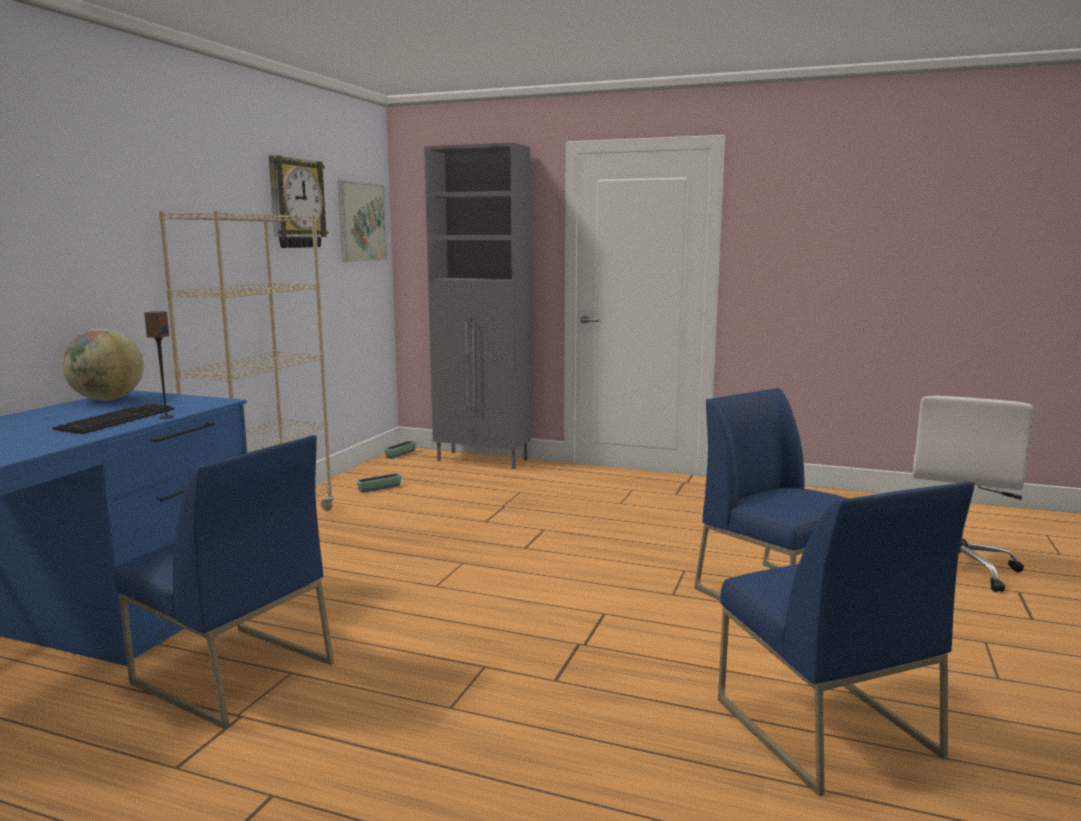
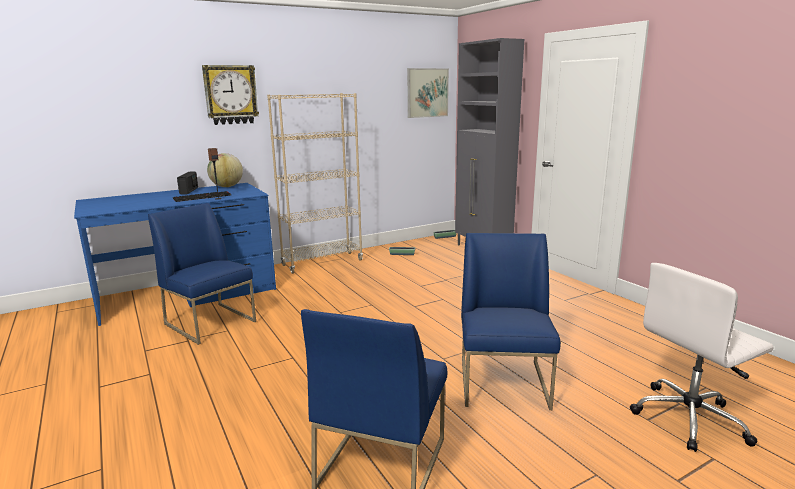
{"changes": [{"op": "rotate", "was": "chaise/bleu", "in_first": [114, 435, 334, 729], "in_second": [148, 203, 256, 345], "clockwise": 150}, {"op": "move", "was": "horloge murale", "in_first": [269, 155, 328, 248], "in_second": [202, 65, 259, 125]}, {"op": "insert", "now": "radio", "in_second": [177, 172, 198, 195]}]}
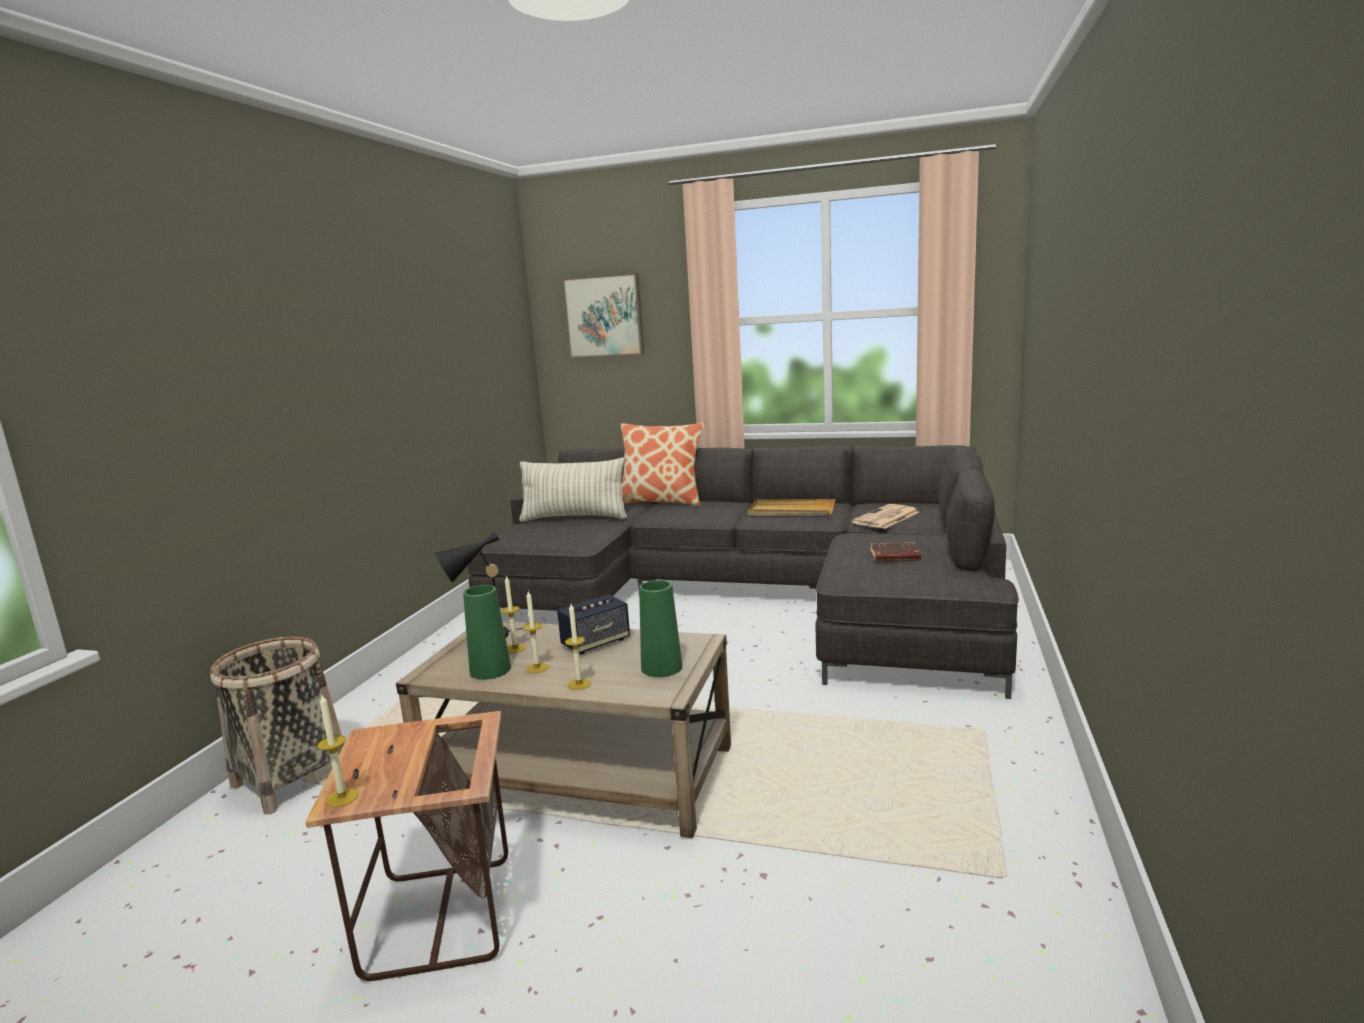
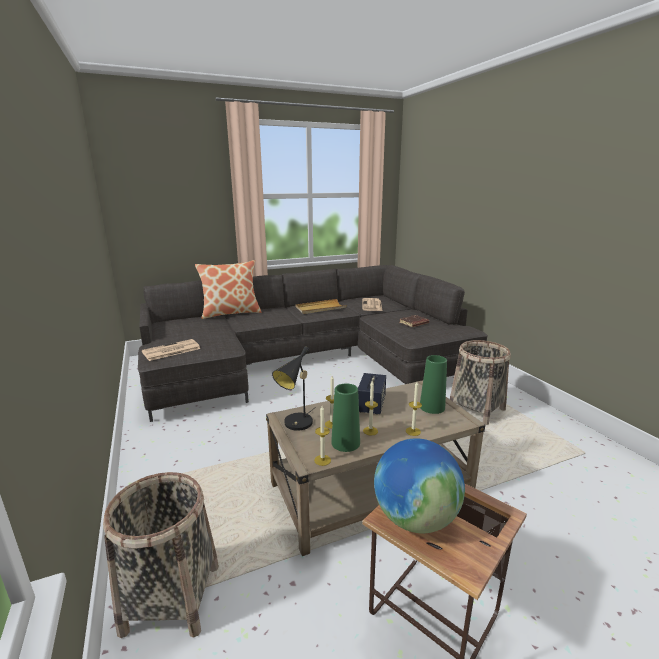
{"changes": [{"op": "move", "was": "bougie", "in_first": [317, 695, 359, 807], "in_second": [314, 406, 331, 466]}, {"op": "delete", "was": "coussin", "in_first": [519, 457, 627, 522]}, {"op": "delete", "was": "tableau", "in_first": [562, 273, 644, 358]}, {"op": "insert", "now": "journal", "in_second": [142, 339, 201, 361]}, {"op": "insert", "now": "globe", "in_second": [374, 438, 465, 533]}, {"op": "insert", "now": "panier", "in_second": [450, 340, 511, 425]}]}
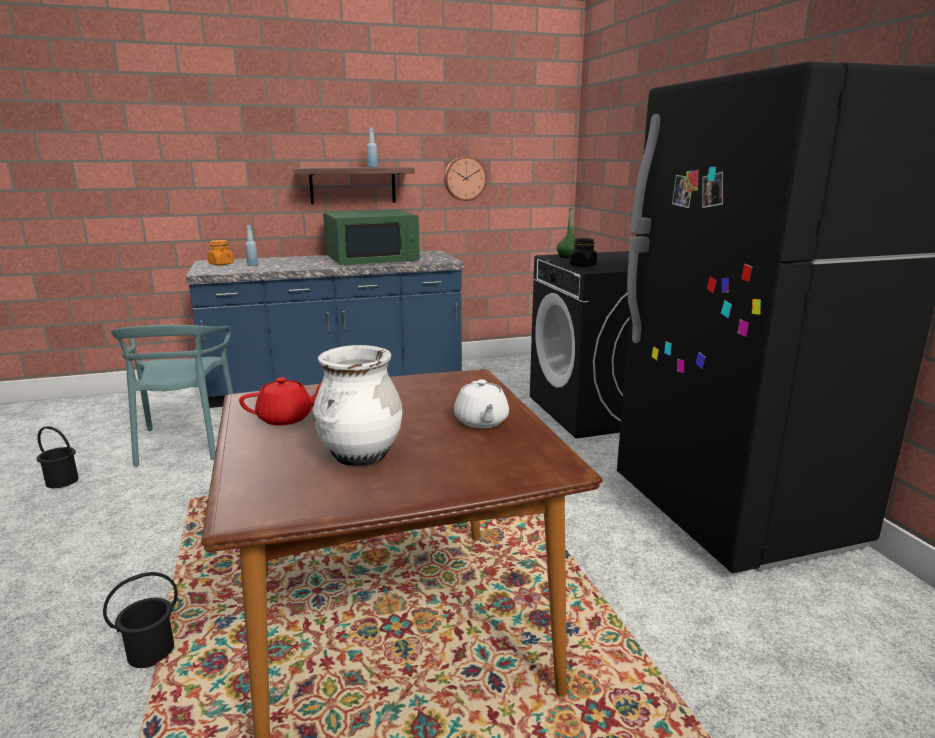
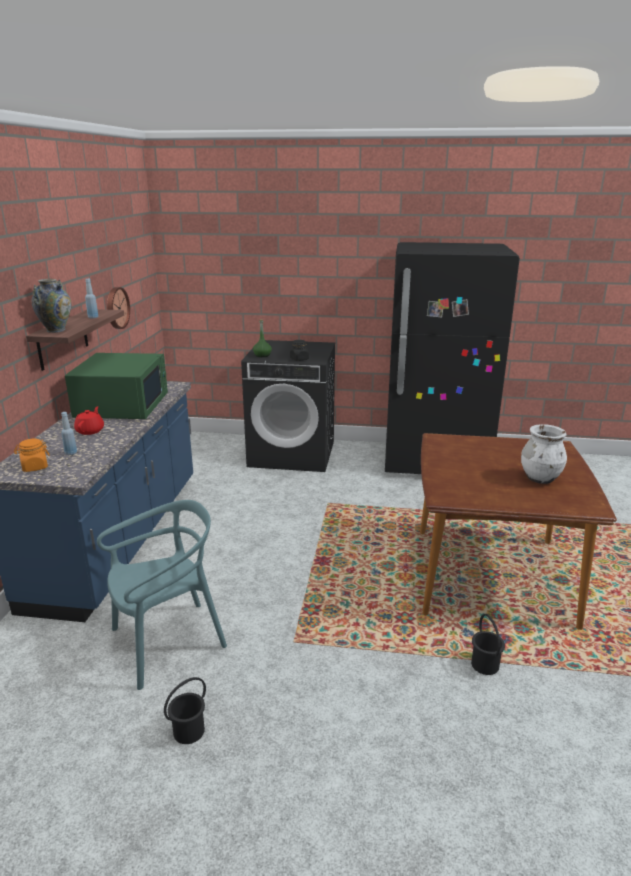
{"changes": [{"op": "rotate", "was": "chaise/turquoise", "in_first": [111, 325, 234, 467], "in_second": [97, 500, 227, 690], "clockwise": -45}, {"op": "move", "was": "théière/rouge", "in_first": [239, 377, 322, 426], "in_second": [74, 406, 104, 435]}, {"op": "delete", "was": "théière/blanc", "in_first": [454, 379, 509, 428]}, {"op": "insert", "now": "vase", "in_second": [32, 279, 71, 333]}]}
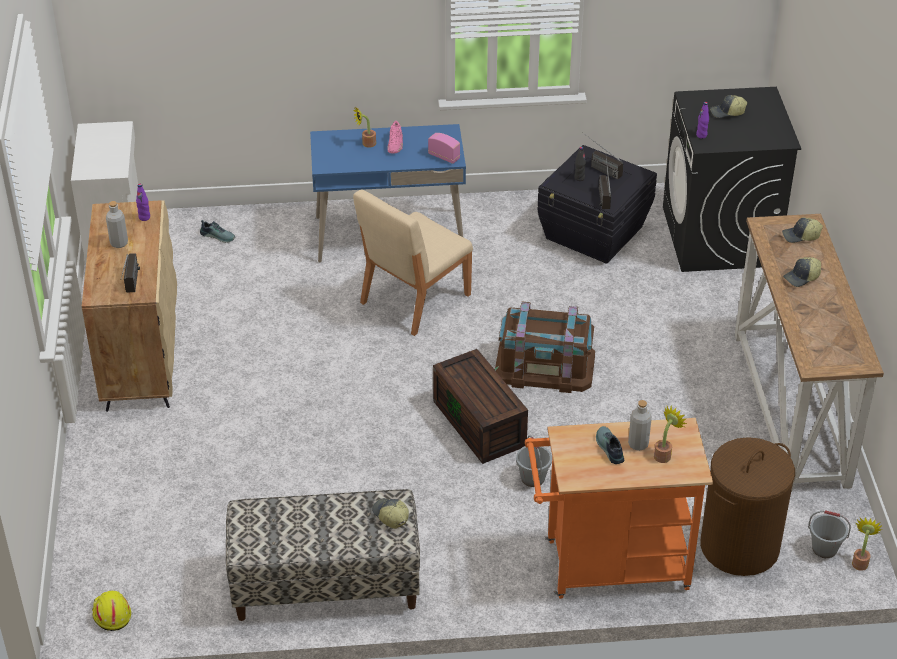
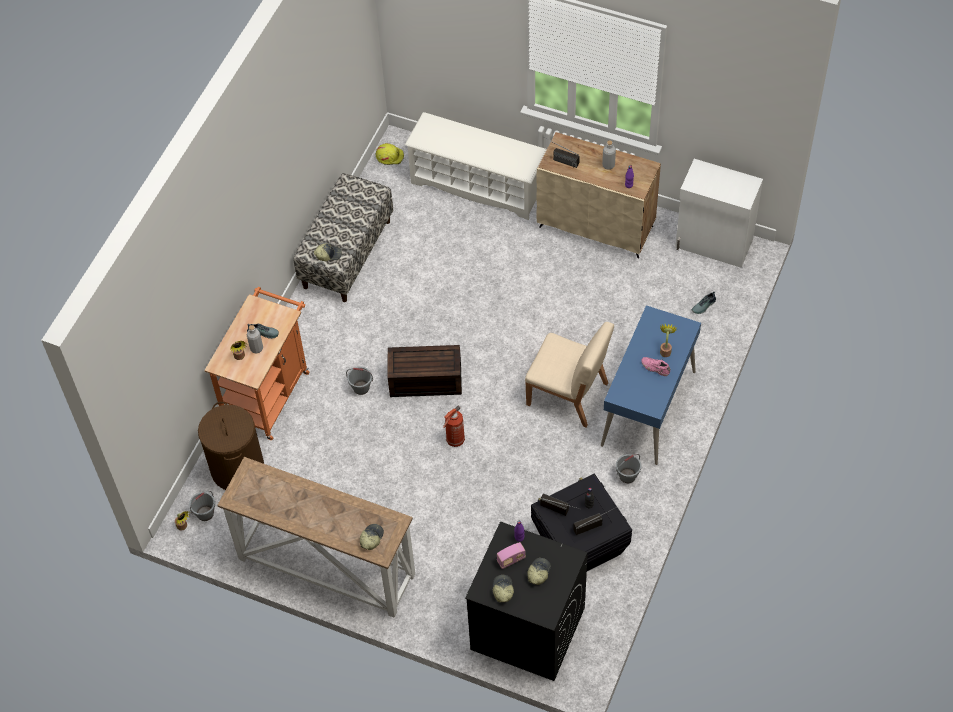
{"changes": [{"op": "rotate", "was": "chaise/beige", "in_first": [353, 189, 473, 336], "in_second": [525, 322, 614, 428], "clockwise": 135}, {"op": "move", "was": "radio", "in_first": [428, 133, 460, 164], "in_second": [497, 542, 526, 569]}, {"op": "replace", "was": "boîte de rangement/marron", "now": "extincteur", "in_first": [495, 302, 595, 393], "in_second": [443, 405, 465, 447]}, {"op": "move", "was": "casquette", "in_first": [783, 257, 821, 287], "in_second": [493, 575, 514, 602]}, {"op": "insert", "now": "étagère à chaussures/blanc", "in_second": [405, 112, 547, 220]}, {"op": "insert", "now": "seau/gris", "in_second": [616, 454, 641, 483]}]}
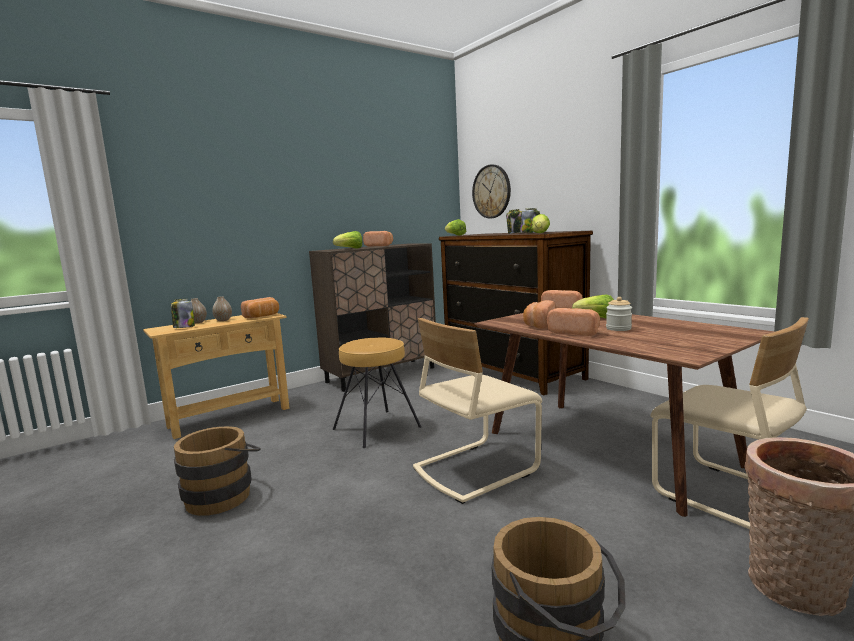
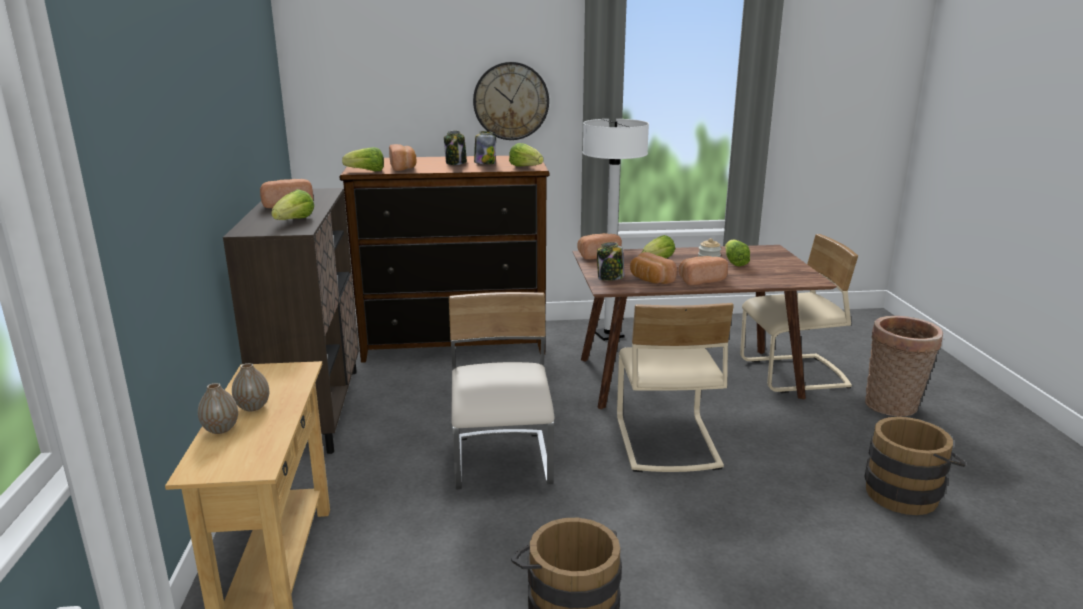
{"changes": [{"op": "move", "was": "bocal", "in_first": [171, 299, 195, 328], "in_second": [597, 242, 624, 281]}, {"op": "move", "was": "pain", "in_first": [241, 297, 279, 318], "in_second": [389, 144, 417, 171]}, {"op": "replace", "was": "tabouret/marron", "now": "chaise/beige", "in_first": [333, 337, 421, 448], "in_second": [449, 292, 555, 490]}, {"op": "move", "was": "horloge murale", "in_first": [472, 165, 511, 218], "in_second": [473, 62, 549, 140]}, {"op": "insert", "now": "lampadaire/blanc", "in_second": [582, 119, 649, 341]}, {"op": "insert", "now": "laitue", "in_second": [725, 239, 750, 266]}]}
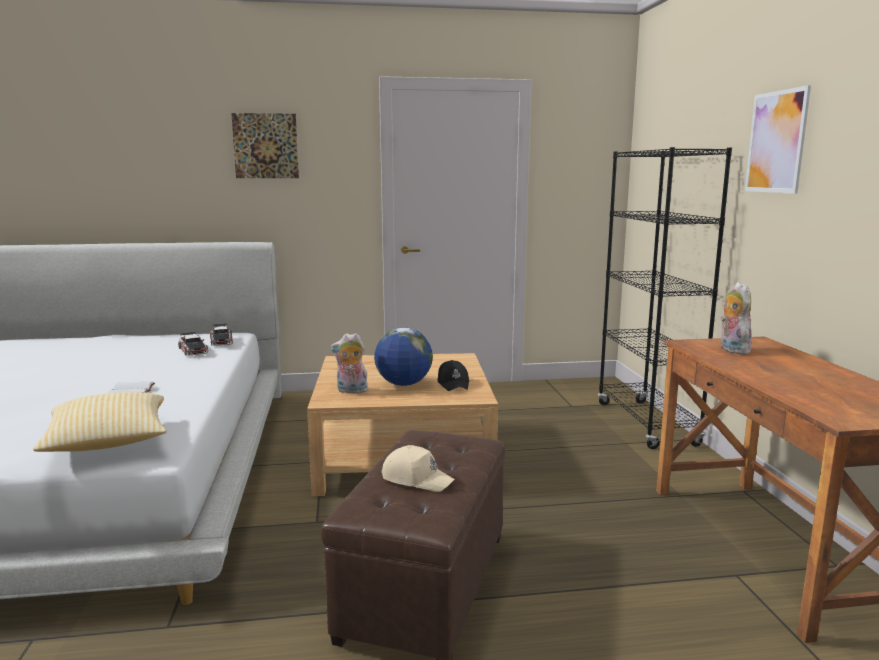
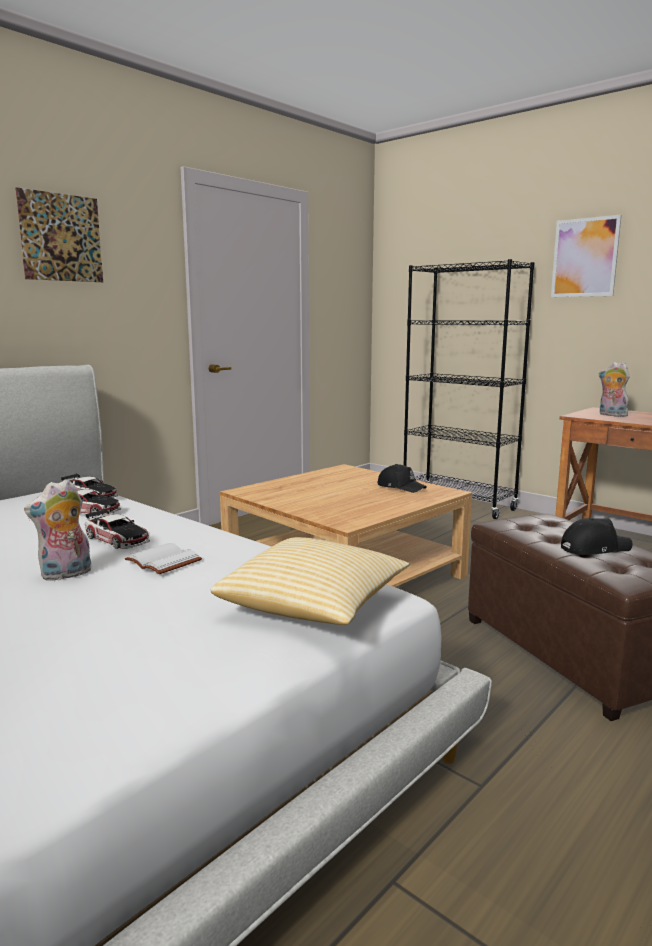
{"changes": [{"op": "move", "was": "peluche", "in_first": [330, 333, 368, 393], "in_second": [24, 479, 91, 581]}, {"op": "delete", "was": "globe", "in_first": [374, 327, 433, 386]}, {"op": "recolor", "was": "casquette/beige", "now": "casquette/noir", "in_first": [381, 445, 455, 492], "in_second": [561, 518, 633, 555]}, {"op": "insert", "now": "petite voiture", "in_second": [85, 509, 150, 549]}]}
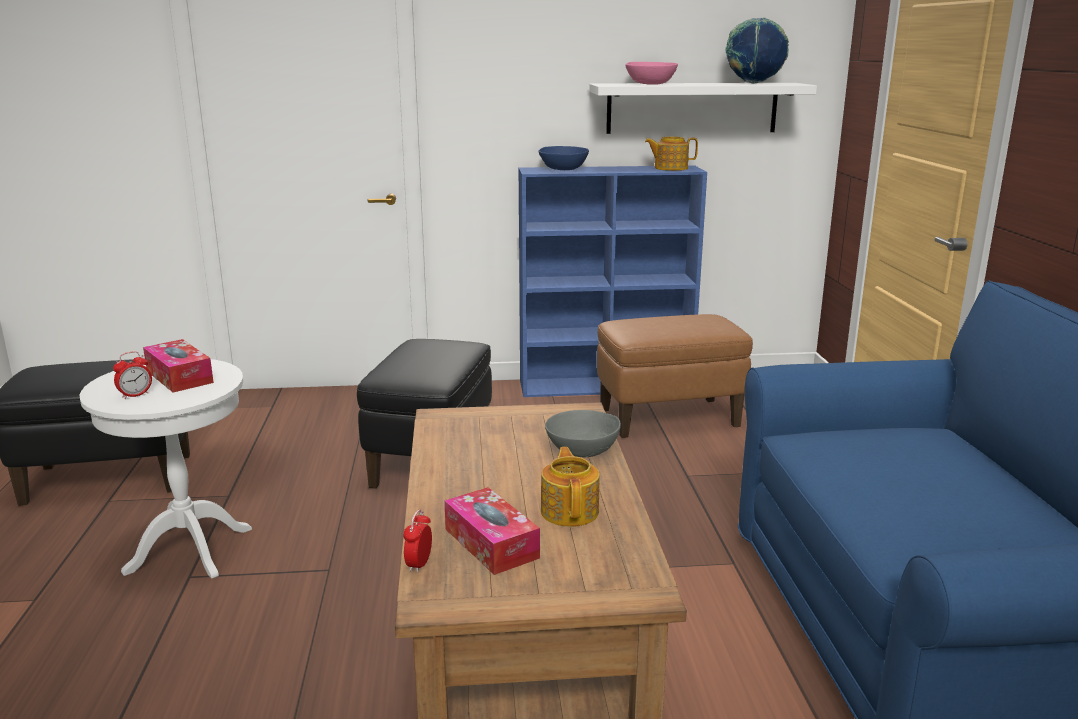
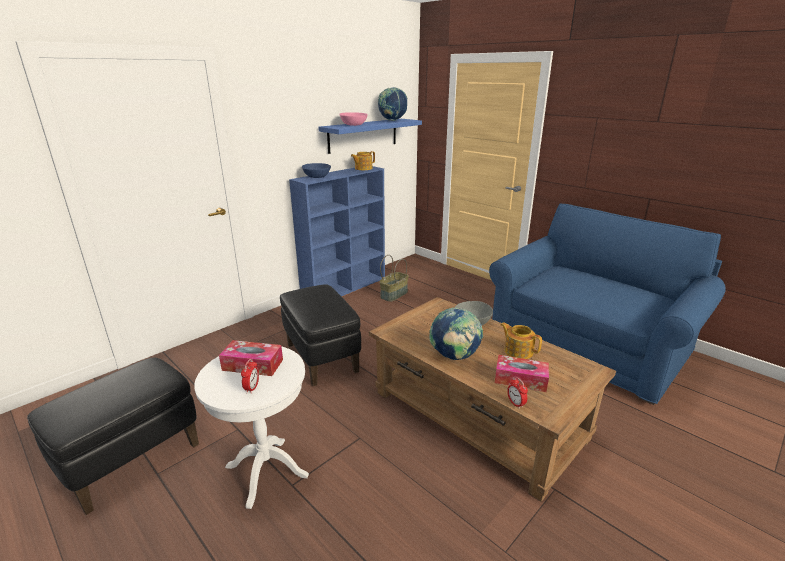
{"changes": [{"op": "recolor", "was": "étagère/blanc", "now": "étagère/bleu", "in_first": [589, 83, 817, 134], "in_second": [318, 119, 422, 154]}, {"op": "replace", "was": "pouf/marron", "now": "panier", "in_first": [597, 314, 753, 438], "in_second": [379, 255, 409, 302]}, {"op": "insert", "now": "globe", "in_second": [429, 307, 483, 360]}]}
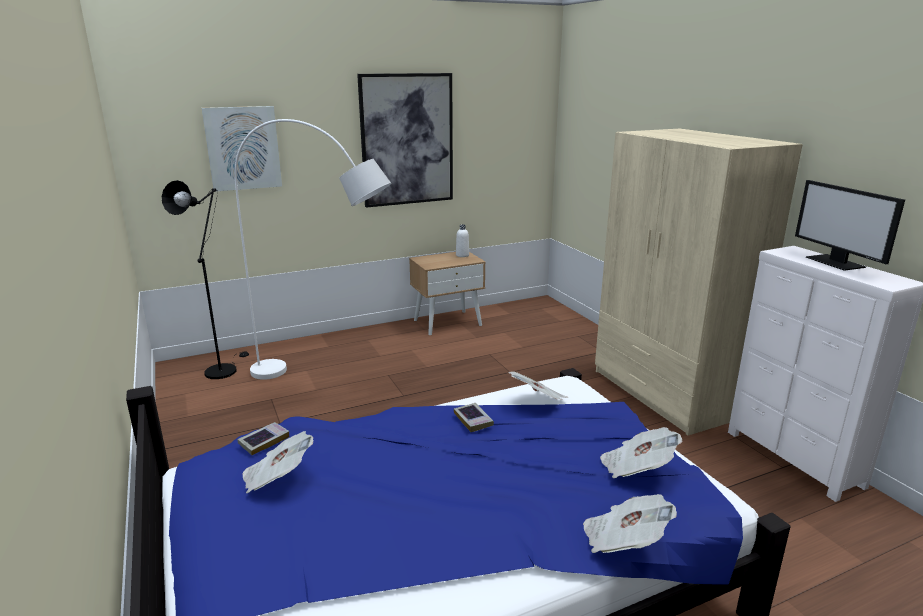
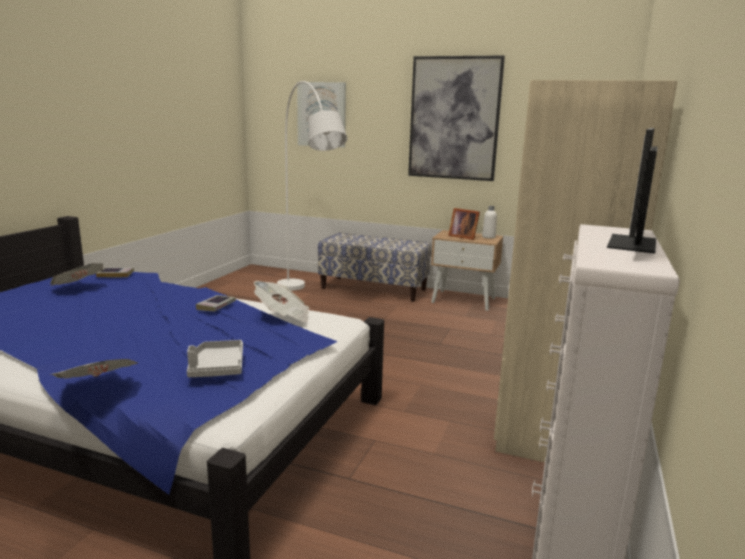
{"changes": [{"op": "delete", "was": "lampadaire/noir", "in_first": [162, 180, 249, 379]}, {"op": "replace", "was": "journal", "now": "plateau/gris", "in_first": [600, 427, 682, 478], "in_second": [187, 340, 243, 377]}, {"op": "insert", "now": "banc", "in_second": [318, 233, 431, 302]}, {"op": "insert", "now": "cadre photo", "in_second": [448, 208, 480, 240]}]}
